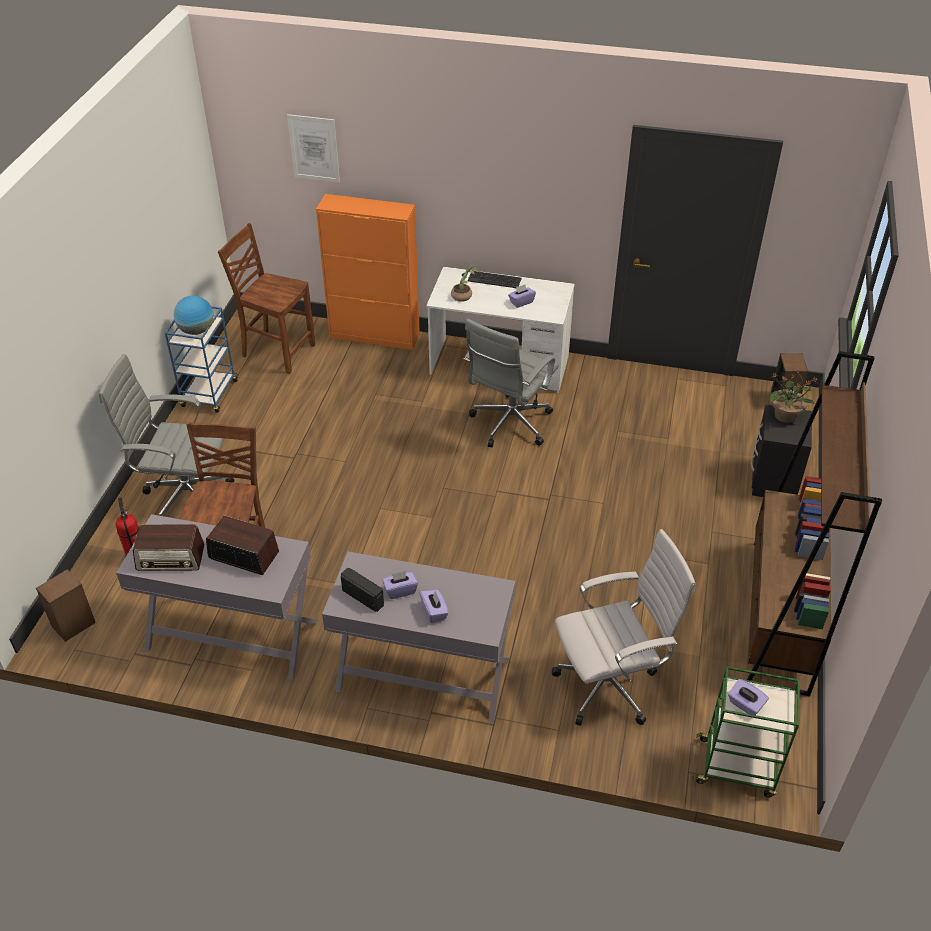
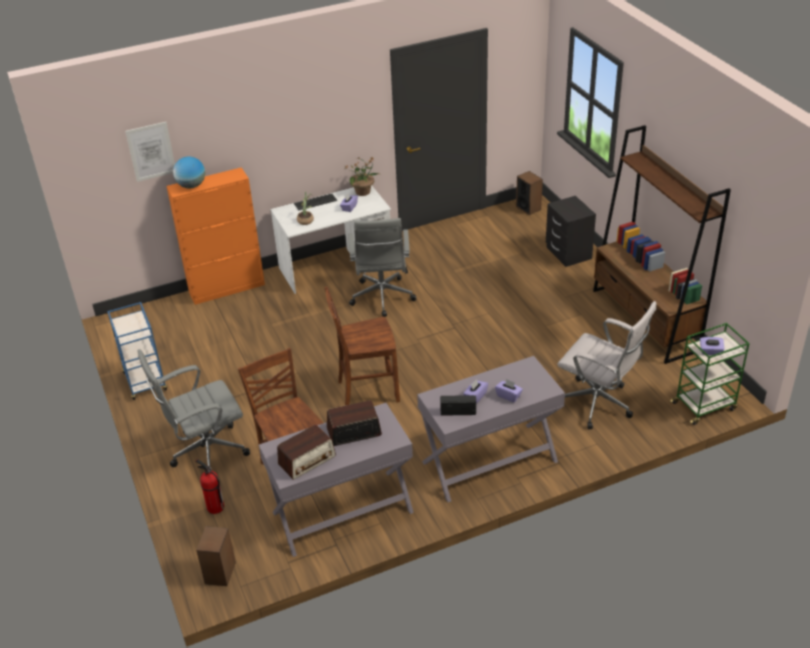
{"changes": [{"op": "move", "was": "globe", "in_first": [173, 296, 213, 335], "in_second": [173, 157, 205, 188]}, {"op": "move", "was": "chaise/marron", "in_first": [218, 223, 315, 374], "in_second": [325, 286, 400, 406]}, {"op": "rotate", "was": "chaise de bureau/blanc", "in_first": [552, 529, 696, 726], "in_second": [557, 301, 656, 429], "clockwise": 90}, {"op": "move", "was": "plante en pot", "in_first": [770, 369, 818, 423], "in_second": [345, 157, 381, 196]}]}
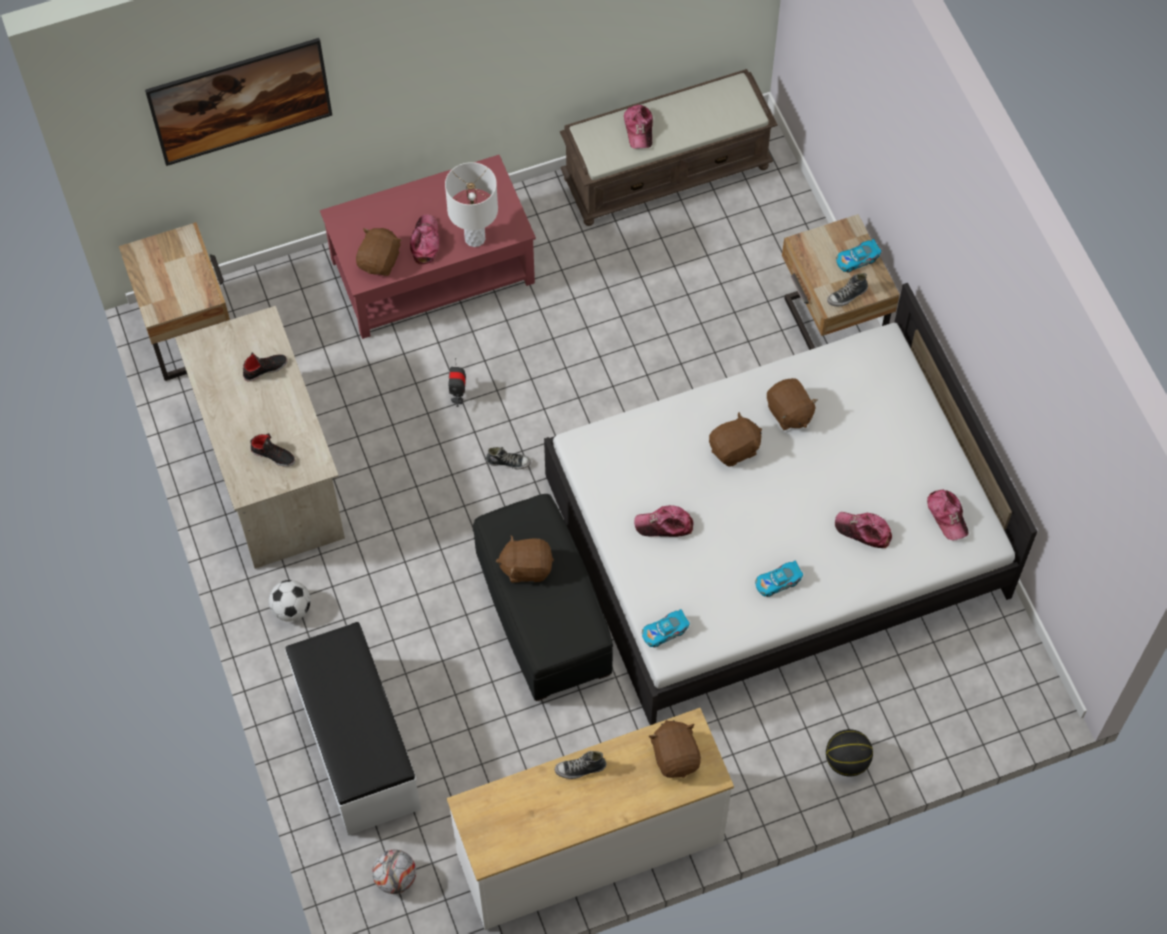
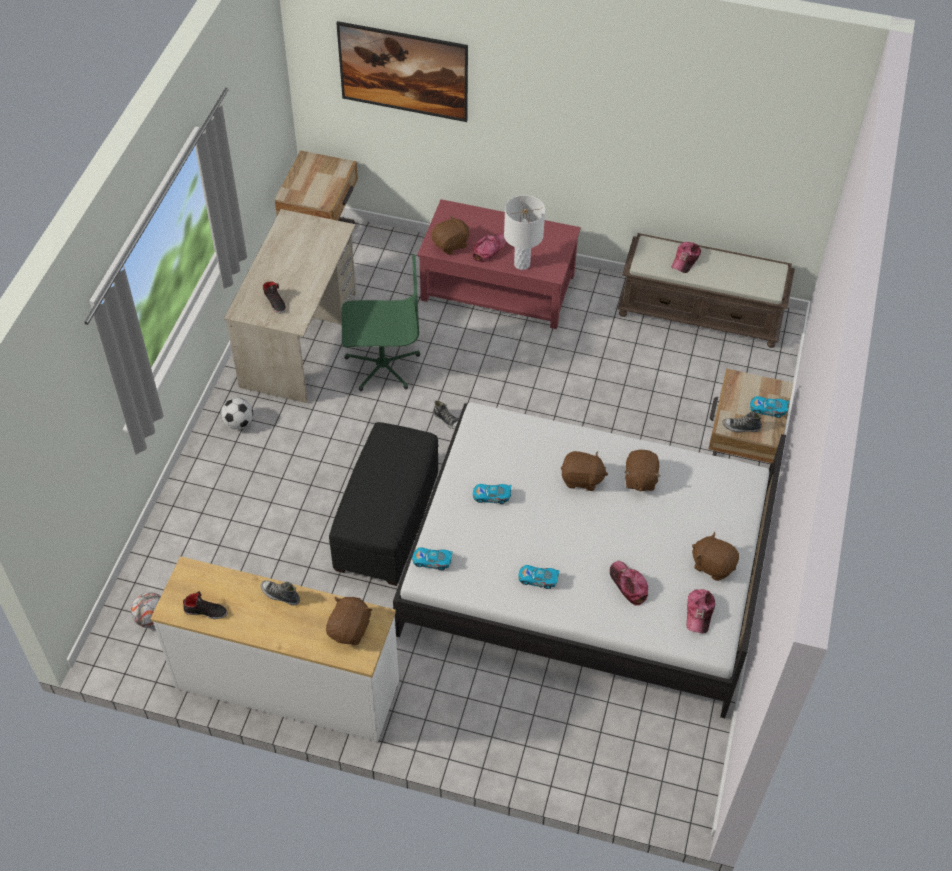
{"changes": [{"op": "move", "was": "chaussure/noir", "in_first": [243, 353, 287, 382], "in_second": [183, 591, 227, 619]}, {"op": "delete", "was": "banc/blanc", "in_first": [285, 622, 421, 836]}, {"op": "delete", "was": "robot jouet", "in_first": [448, 358, 466, 407]}, {"op": "move", "was": "peluche/marron", "in_first": [496, 535, 554, 583], "in_second": [692, 532, 739, 581]}, {"op": "replace", "was": "casquette", "now": "petite voiture", "in_first": [634, 505, 693, 537], "in_second": [473, 484, 511, 504]}, {"op": "delete", "was": "ballon de basket", "in_first": [826, 729, 873, 776]}, {"op": "insert", "now": "chaise de bureau/vert", "in_second": [342, 254, 420, 391]}]}
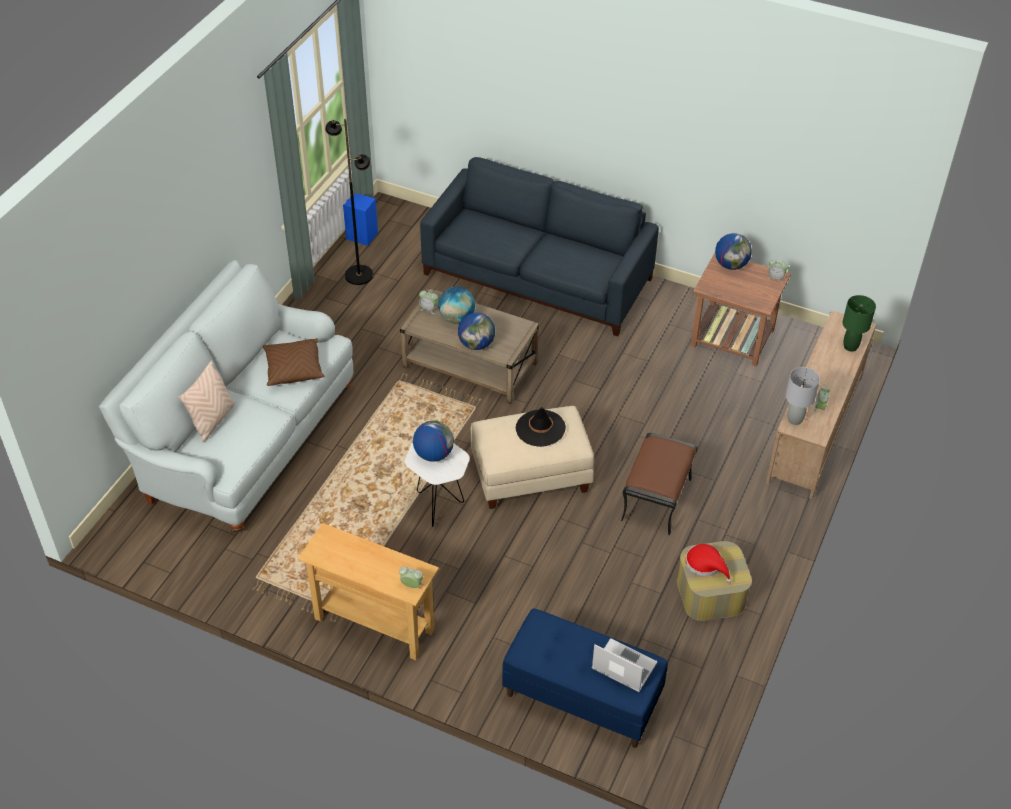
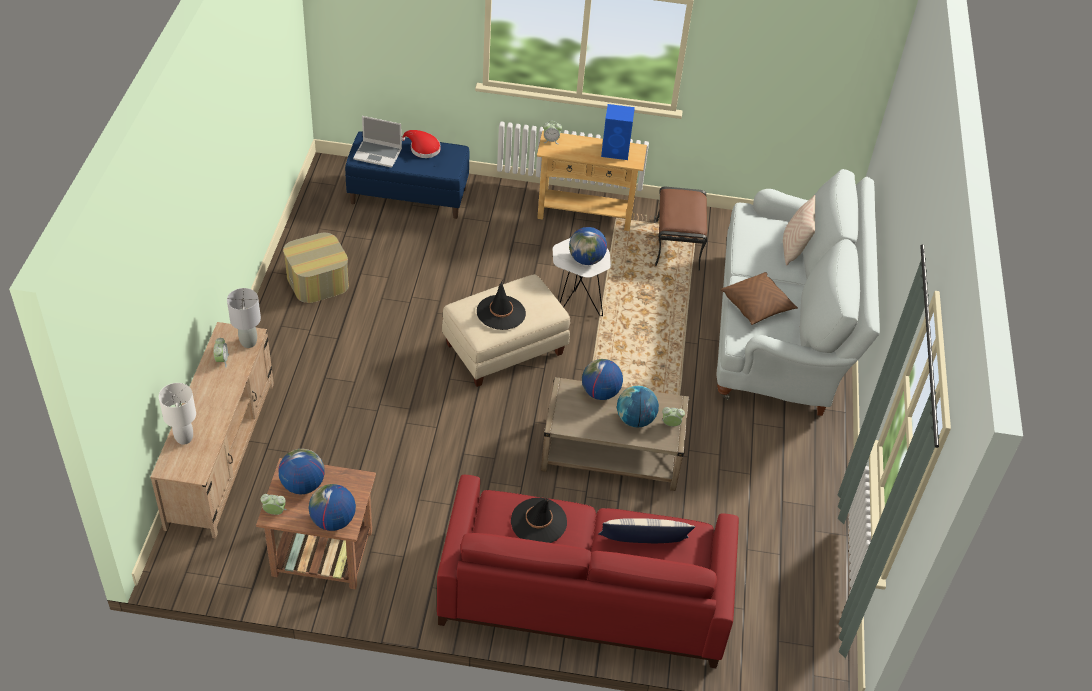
{"changes": [{"op": "delete", "was": "lampadaire/noir", "in_first": [325, 119, 373, 285]}, {"op": "move", "was": "enceinte/bleu", "in_first": [343, 194, 378, 246], "in_second": [601, 104, 635, 160]}, {"op": "recolor", "was": "canapé/bleu", "now": "canapé/rouge", "in_first": [420, 157, 659, 336], "in_second": [437, 475, 739, 668]}, {"op": "move", "was": "pouf/marron", "in_first": [621, 433, 698, 535], "in_second": [655, 187, 707, 271]}, {"op": "move", "was": "chapeau/rouge", "in_first": [686, 544, 732, 583], "in_second": [402, 130, 441, 158]}, {"op": "recolor", "was": "lampe de table/vert", "now": "lampe de table/blanc", "in_first": [842, 295, 876, 352], "in_second": [159, 383, 196, 445]}, {"op": "insert", "now": "globe", "in_second": [278, 449, 325, 494]}, {"op": "insert", "now": "chapeau/noir", "in_second": [511, 498, 567, 543]}, {"op": "insert", "now": "coussin", "in_second": [598, 518, 695, 543]}]}
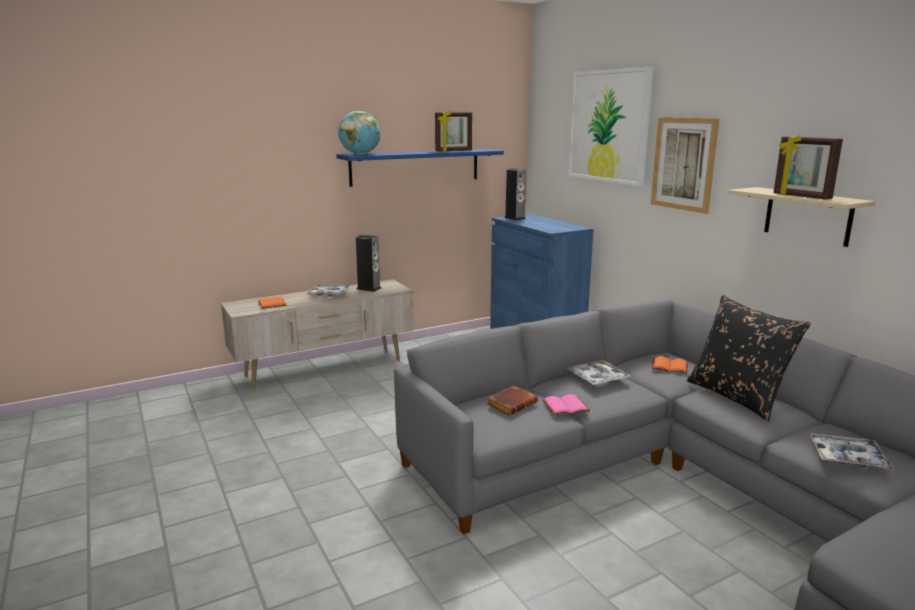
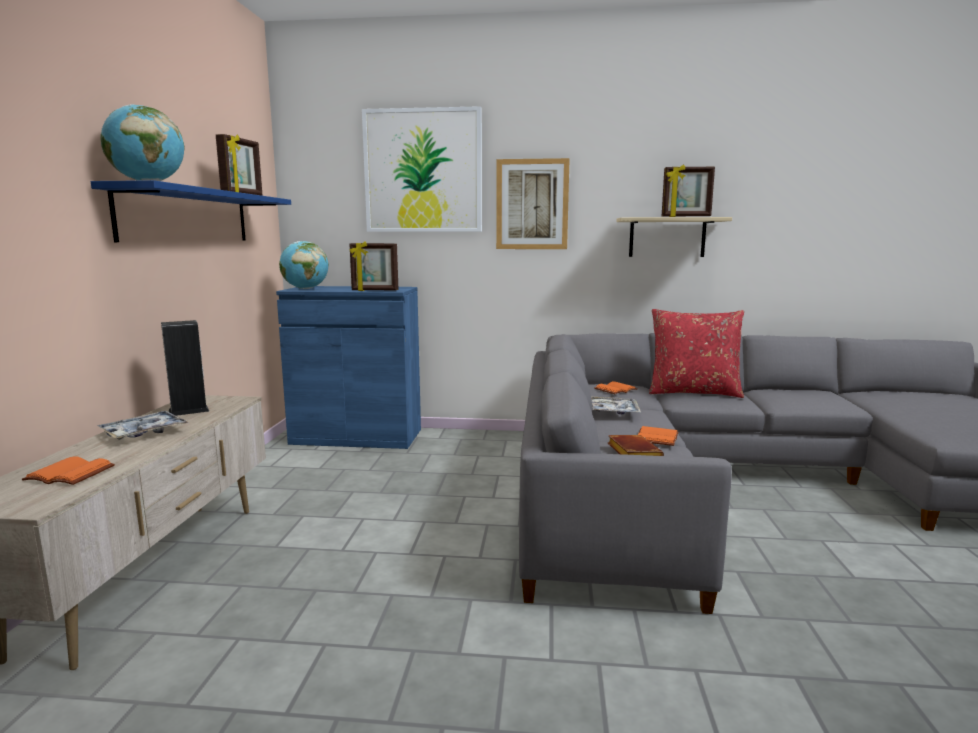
{"changes": [{"op": "replace", "was": "enceinte", "now": "globe", "in_first": [504, 168, 526, 220], "in_second": [279, 241, 329, 289]}, {"op": "recolor", "was": "livre/rose", "now": "livre/orange", "in_first": [542, 394, 590, 415], "in_second": [638, 426, 679, 446]}, {"op": "recolor", "was": "coussin/noir", "now": "coussin/rouge", "in_first": [687, 295, 811, 421], "in_second": [649, 309, 744, 398]}, {"op": "delete", "was": "plateau", "in_first": [810, 433, 894, 470]}, {"op": "insert", "now": "cadre photo", "in_second": [349, 242, 398, 291]}]}
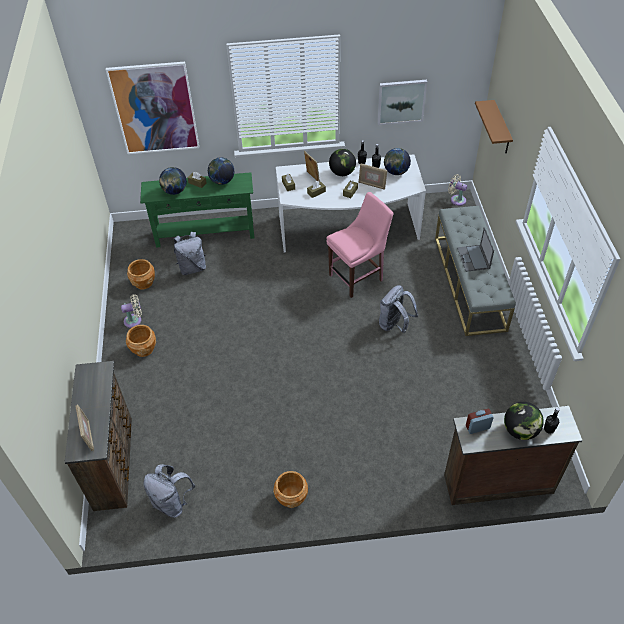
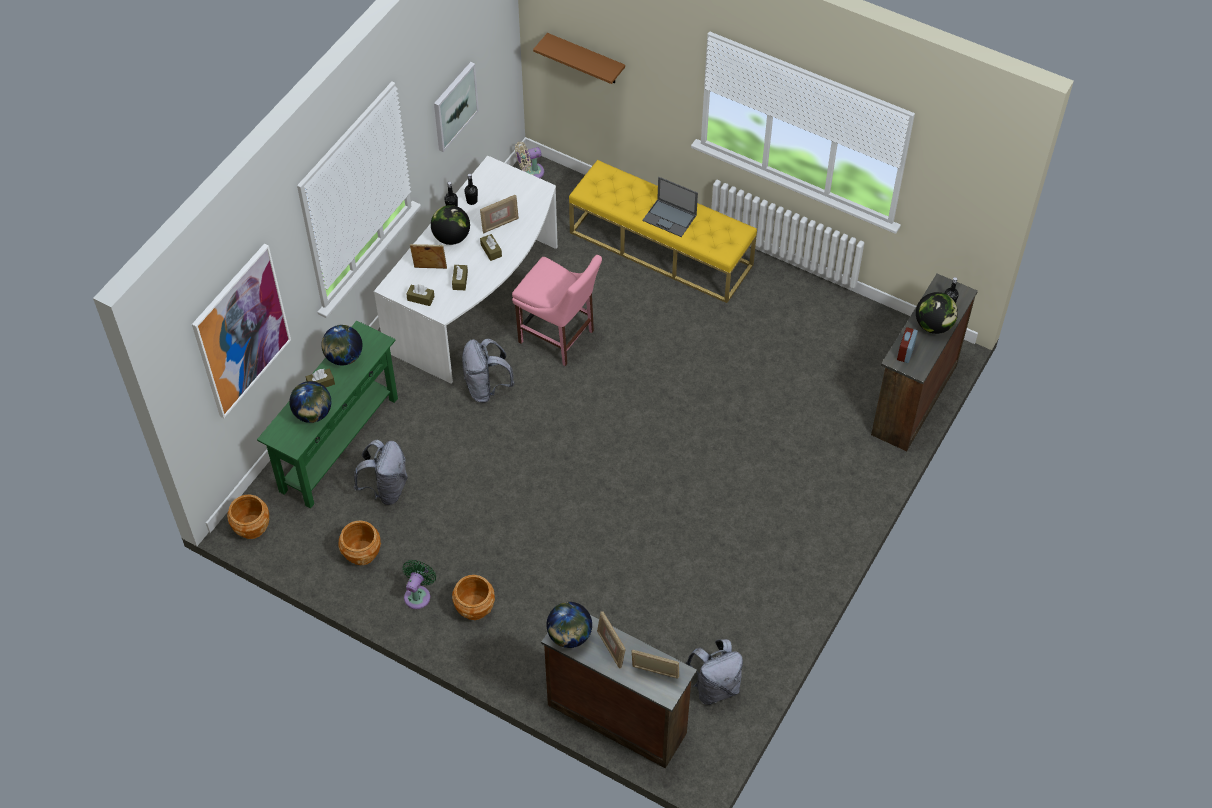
{"changes": [{"op": "recolor", "was": "ventilateur/beige", "now": "ventilateur/vert", "in_first": [121, 294, 142, 328], "in_second": [403, 560, 436, 609]}, {"op": "move", "was": "cache-pot/marron", "in_first": [273, 471, 308, 508], "in_second": [227, 495, 269, 539]}, {"op": "rotate", "was": "chaise/rose", "in_first": [326, 192, 393, 298], "in_second": [512, 255, 602, 366], "clockwise": 120}, {"op": "move", "was": "sac à dos/gris", "in_first": [379, 285, 418, 333], "in_second": [462, 339, 514, 403]}, {"op": "move", "was": "globe", "in_first": [384, 148, 411, 175], "in_second": [546, 602, 592, 648]}, {"op": "recolor", "was": "banc/gris", "now": "banc/jaune", "in_first": [435, 206, 516, 336], "in_second": [569, 160, 757, 303]}, {"op": "insert", "now": "cadre photo", "in_second": [597, 611, 626, 669]}]}
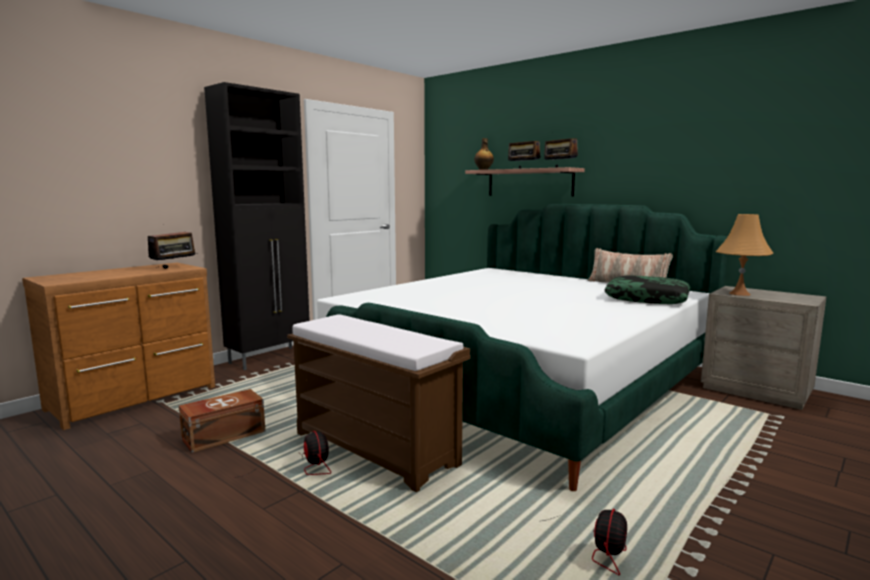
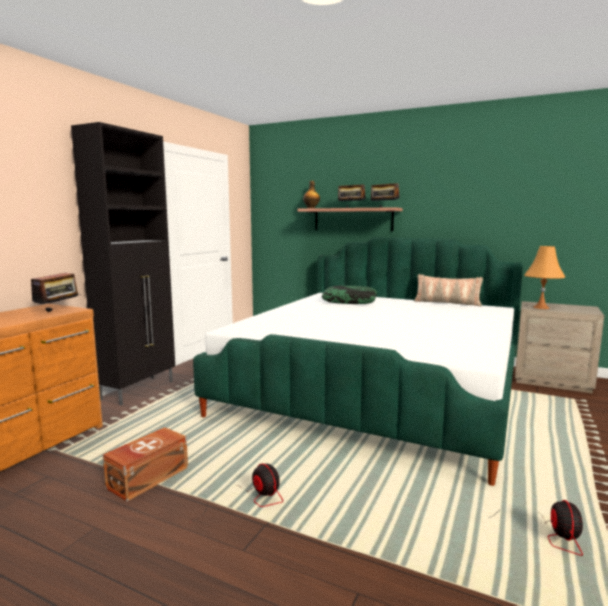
{"changes": [{"op": "delete", "was": "banc/marron", "in_first": [287, 314, 471, 492]}, {"op": "move", "was": "coussin", "in_first": [605, 275, 691, 304], "in_second": [322, 286, 377, 304]}]}
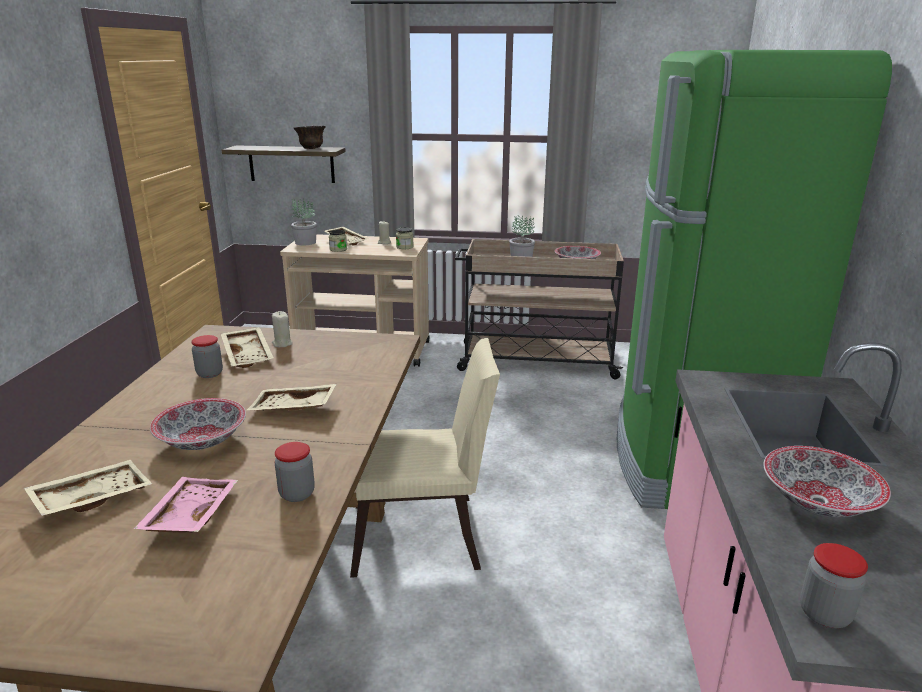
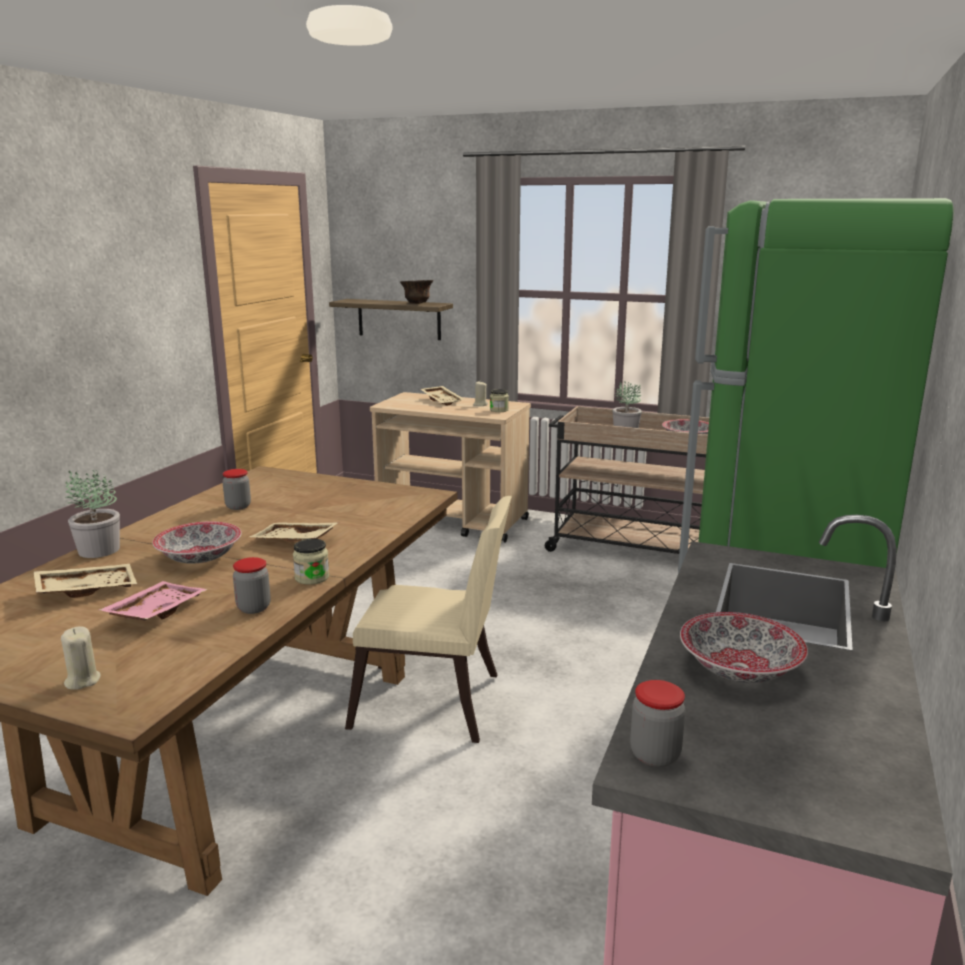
{"changes": [{"op": "delete", "was": "plateau/beige", "in_first": [221, 327, 274, 368]}, {"op": "move", "was": "bougie/beige", "in_first": [272, 311, 293, 347], "in_second": [61, 626, 101, 690]}, {"op": "move", "was": "plante en pot", "in_first": [291, 199, 317, 245], "in_second": [66, 470, 120, 558]}, {"op": "move", "was": "bocal", "in_first": [329, 230, 347, 252], "in_second": [293, 539, 329, 585]}]}
